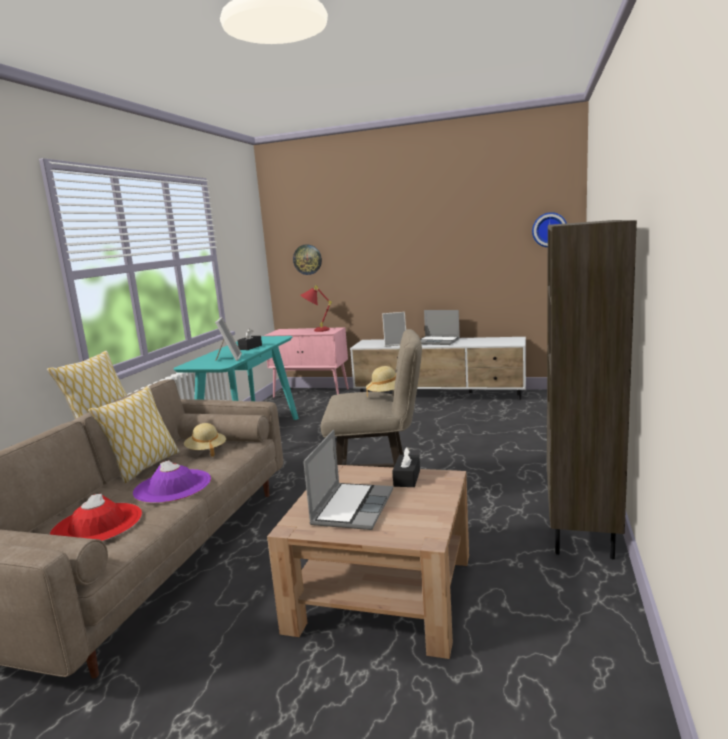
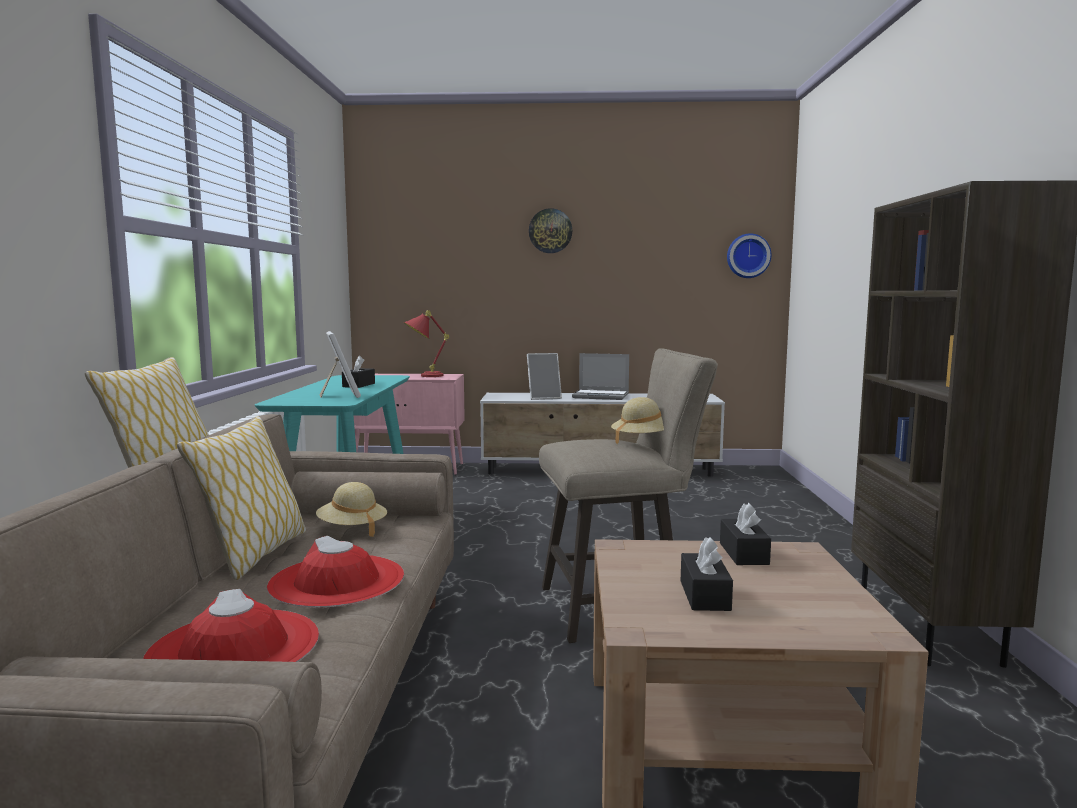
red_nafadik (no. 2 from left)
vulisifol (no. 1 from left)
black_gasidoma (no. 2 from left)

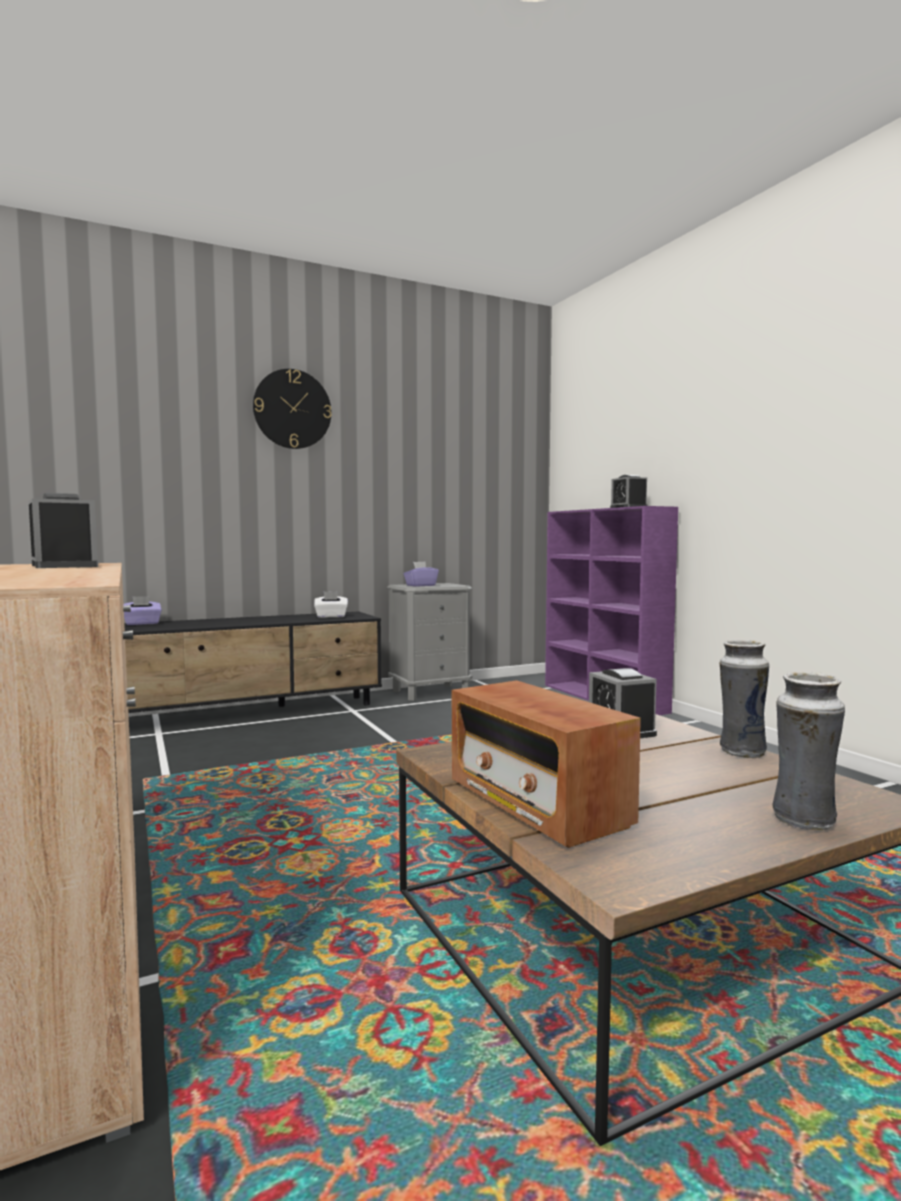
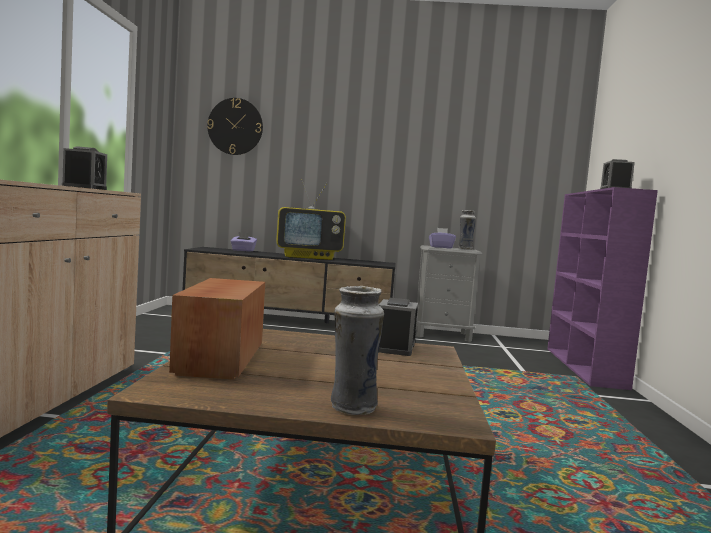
vulisifol
white_gasidoma
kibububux (no. 2 from left)
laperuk

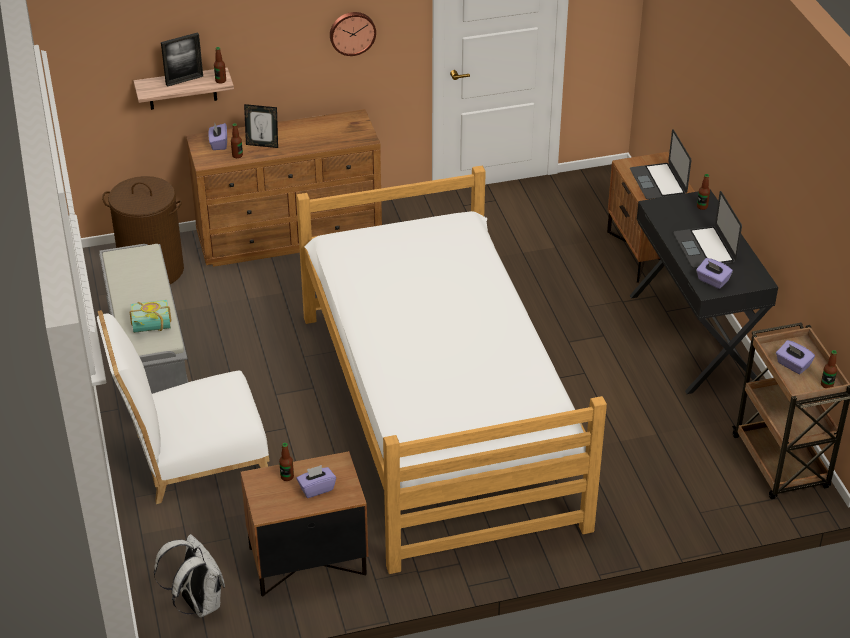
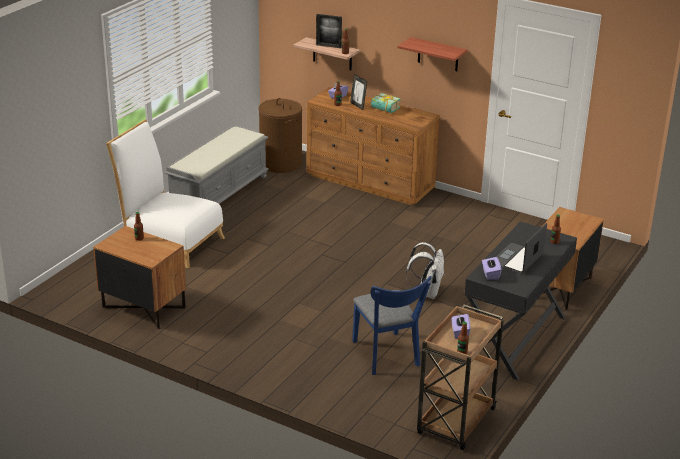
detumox
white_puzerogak
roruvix
purple_gasidoma (no. 2 from left in the first image)
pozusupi (no. 2 from left)
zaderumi (no. 1 from left in the first image)
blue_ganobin

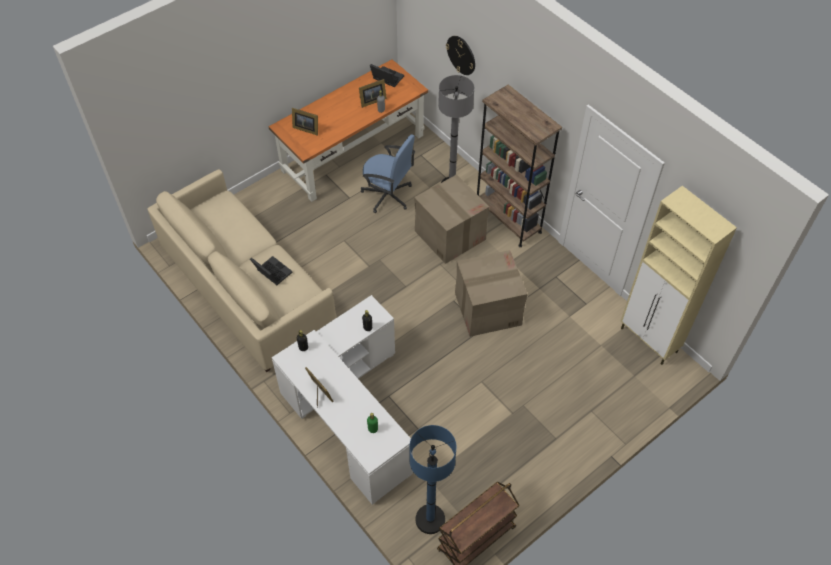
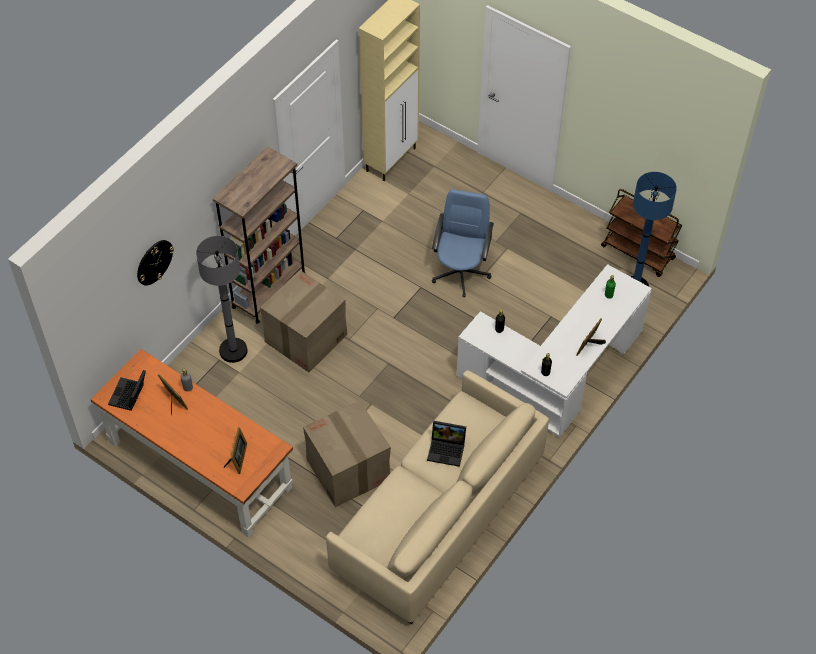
zaderumi (no. 2 from left)
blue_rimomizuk
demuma (no. 2 from left)

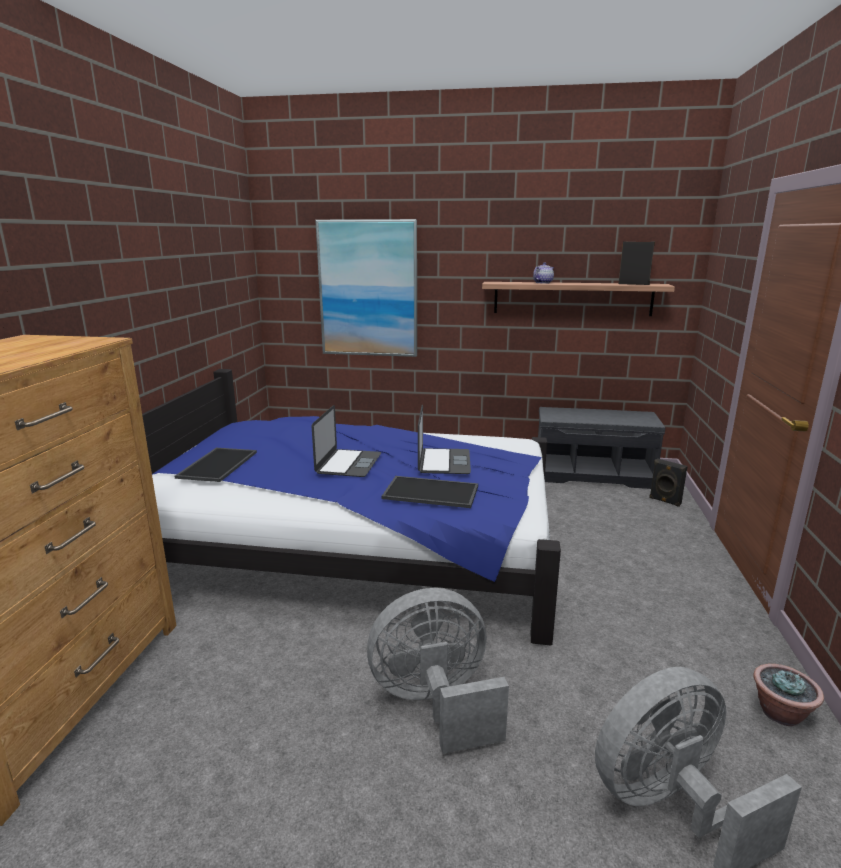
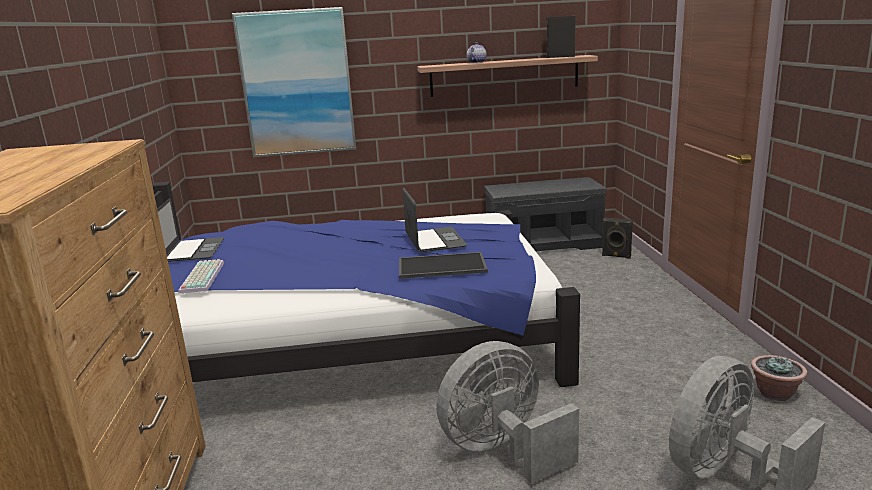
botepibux
zaderumi (no. 1 from left)

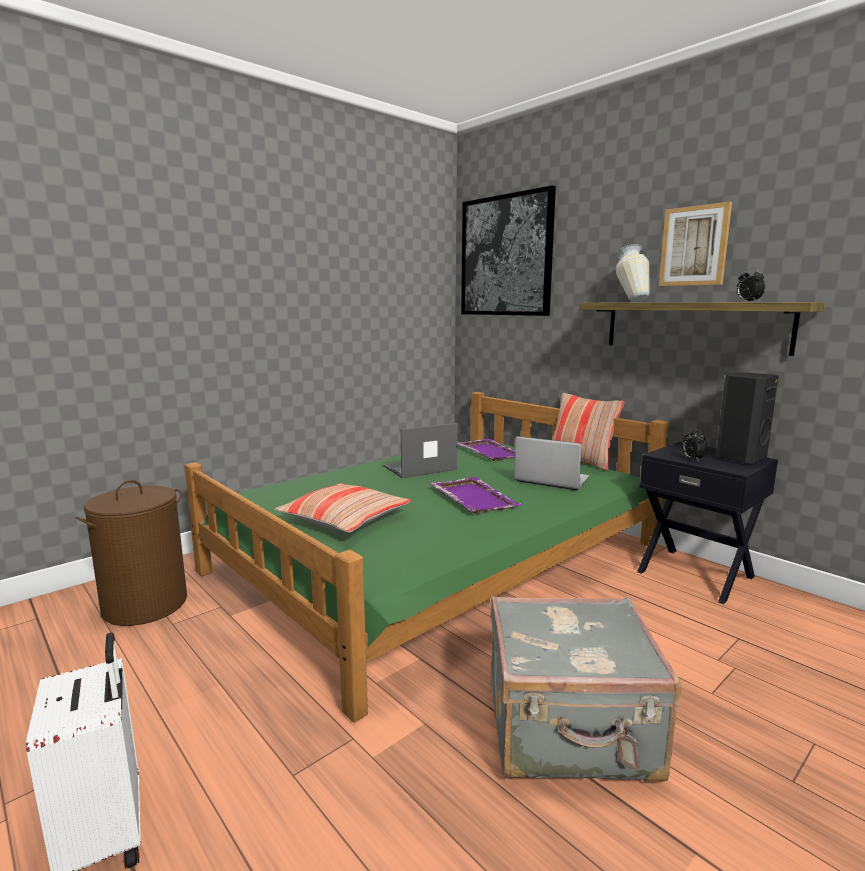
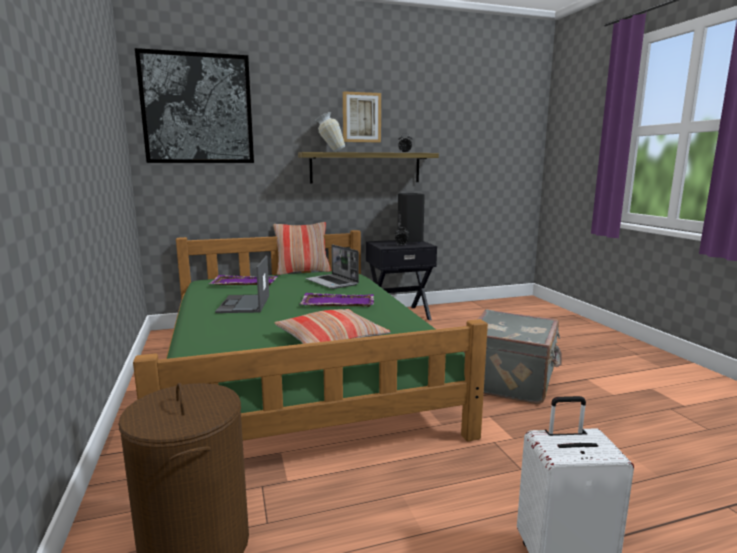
zaderumi (no. 2 from left)

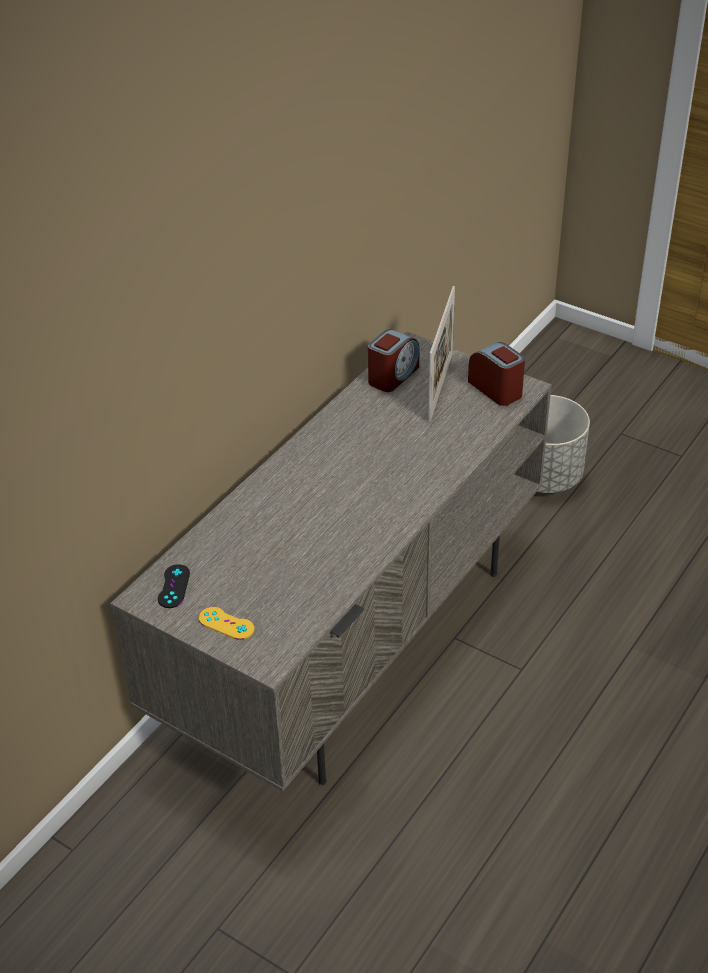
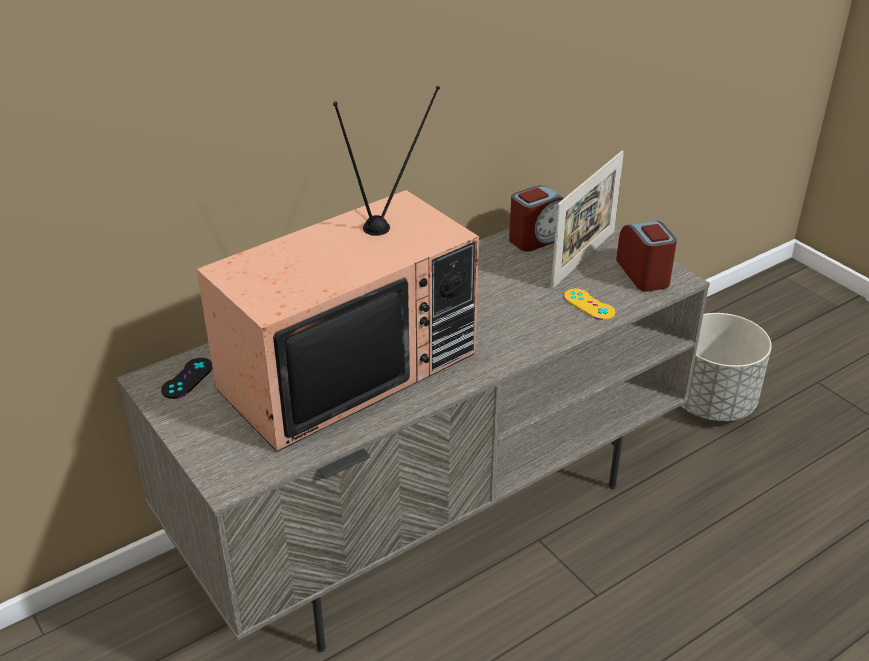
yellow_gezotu
laperuk

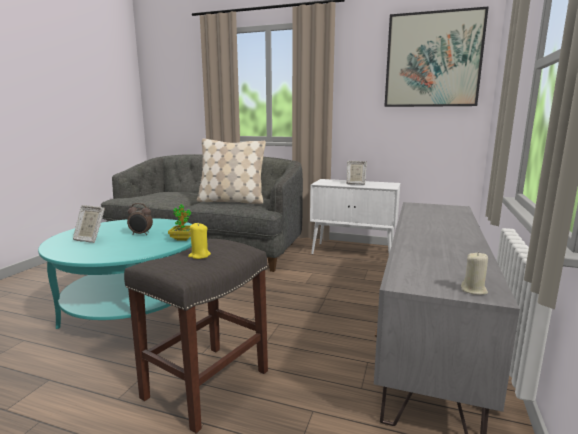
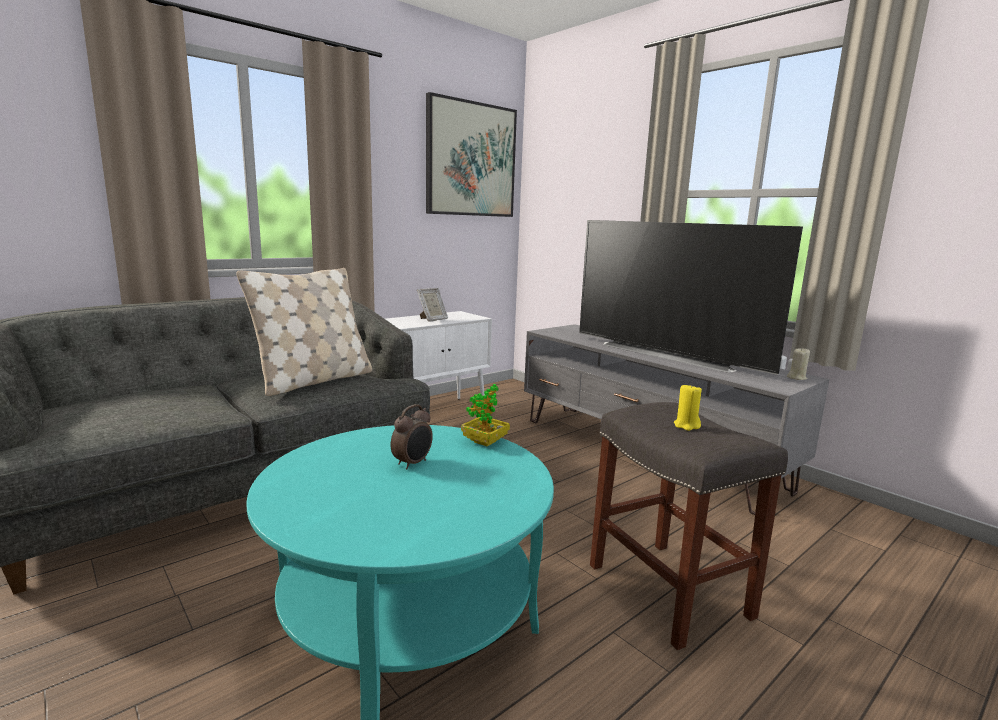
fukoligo (no. 1 from left in the first image)
laperuk

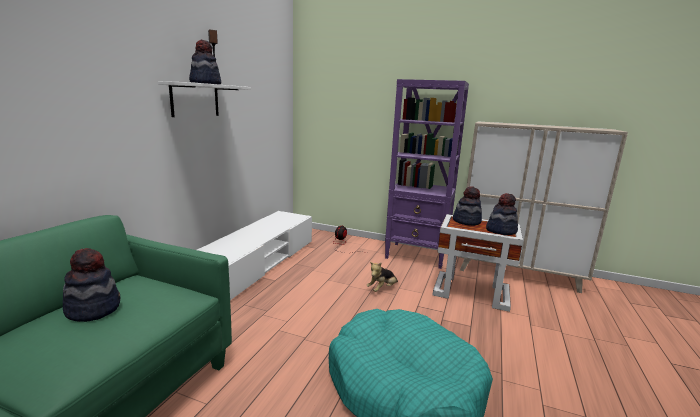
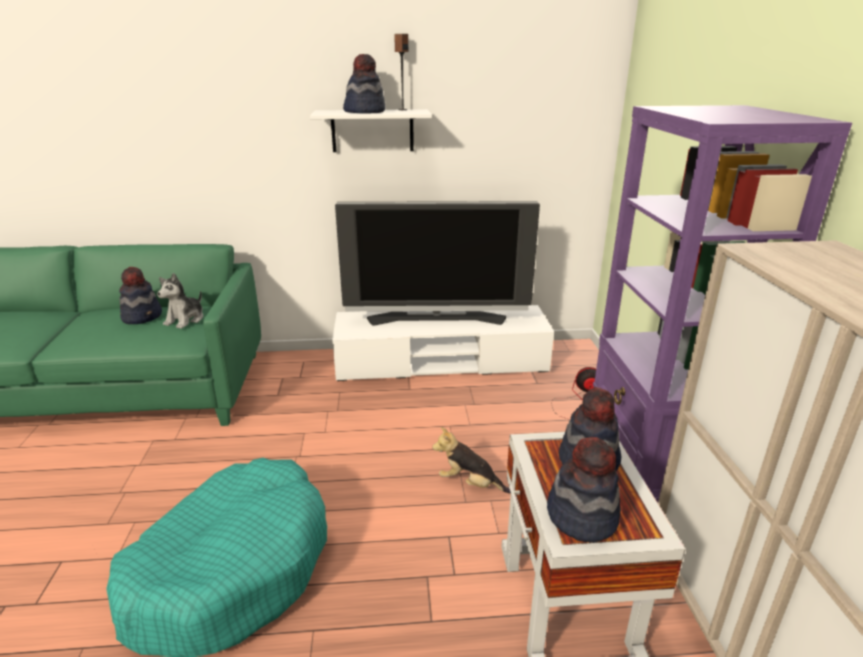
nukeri (no. 1 from left)
laperuk

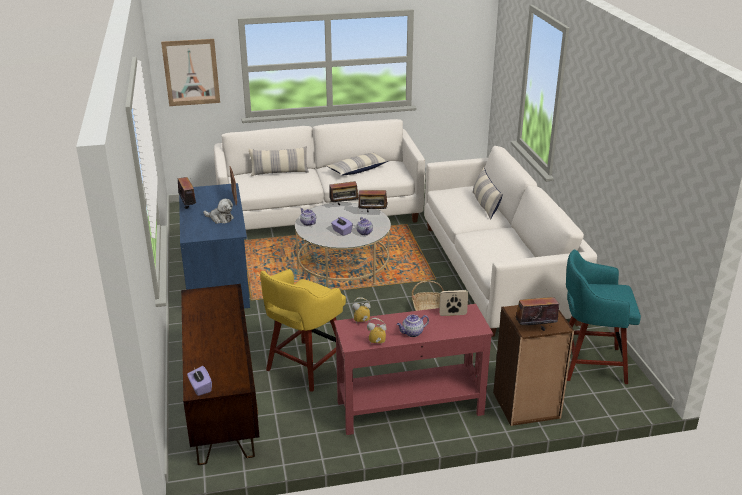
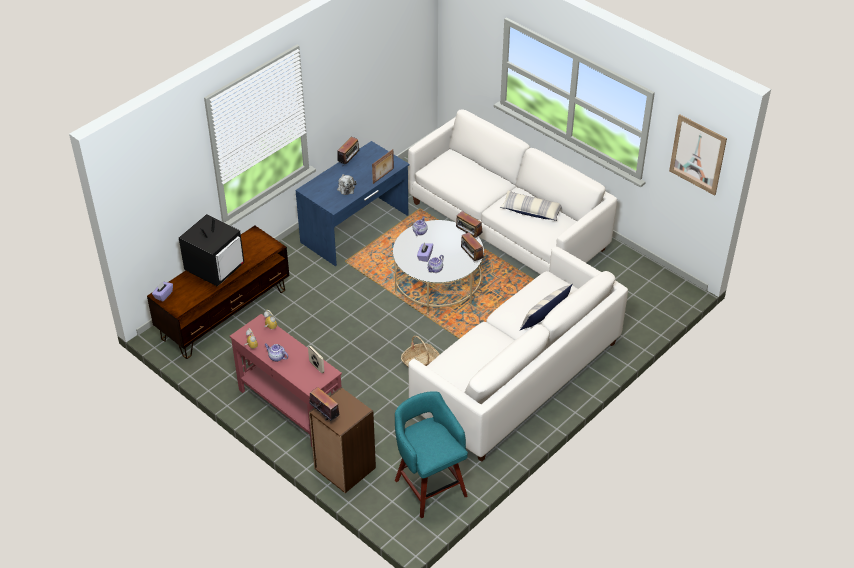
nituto
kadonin (no. 1 from left in the first image)
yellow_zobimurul
laperuk

